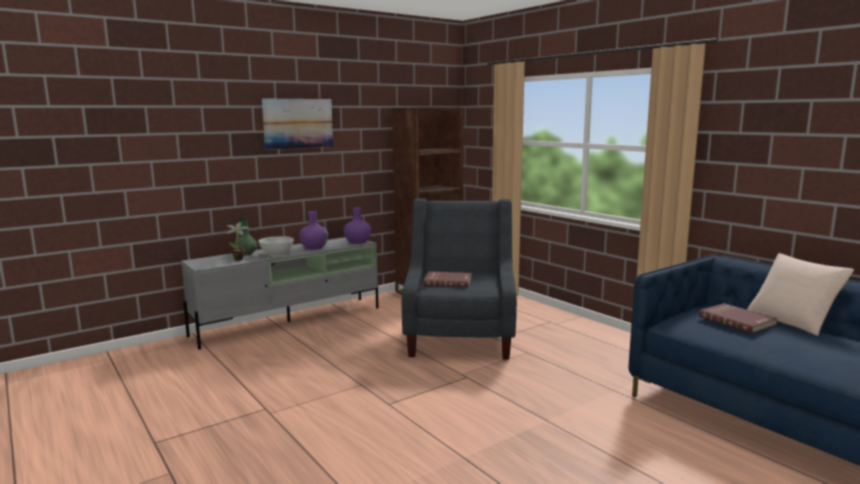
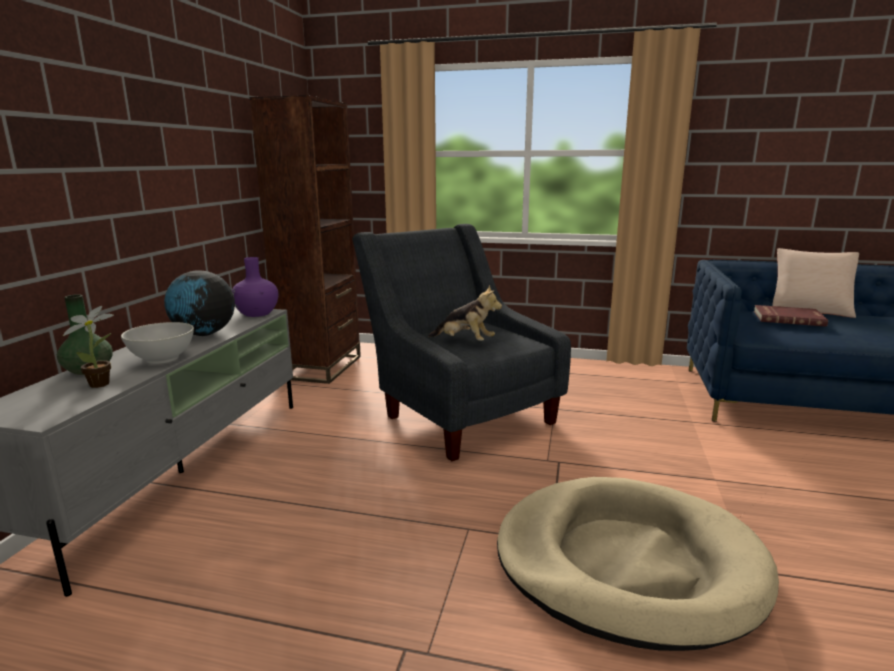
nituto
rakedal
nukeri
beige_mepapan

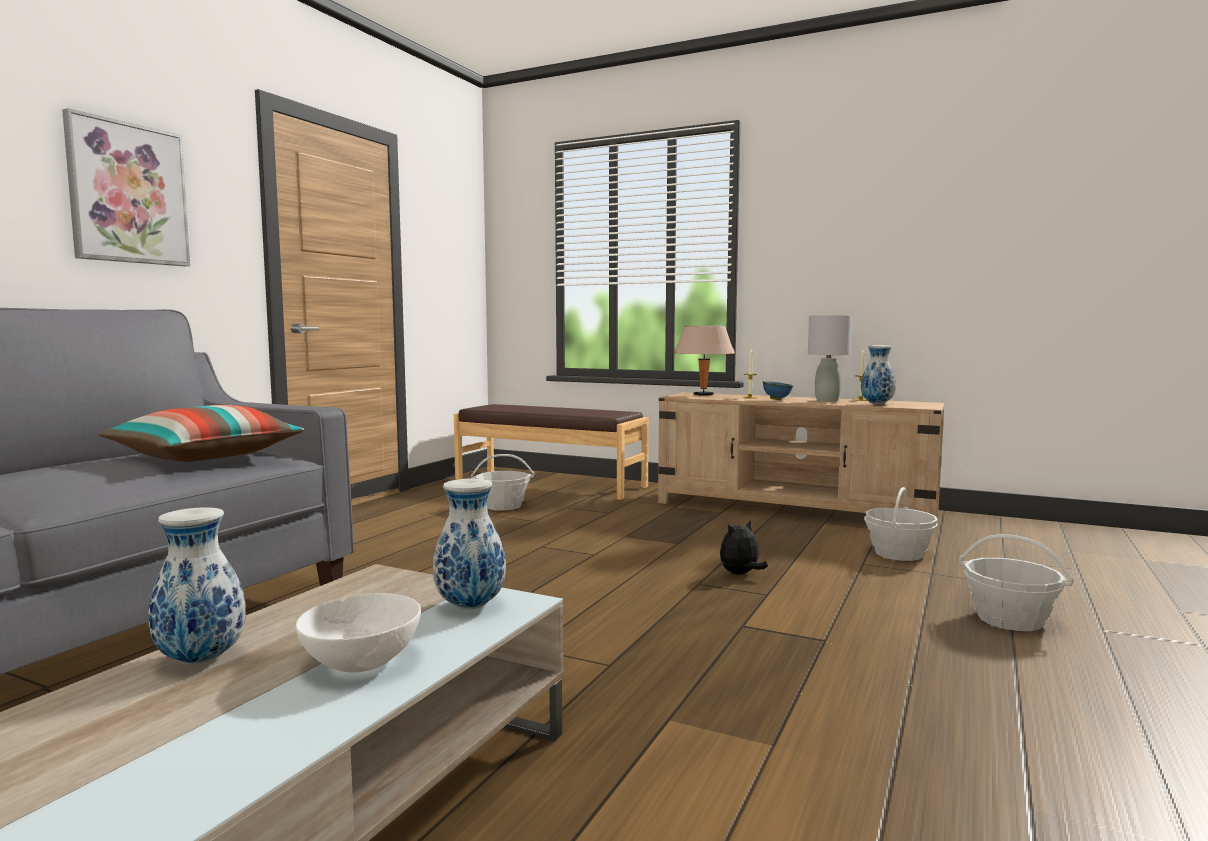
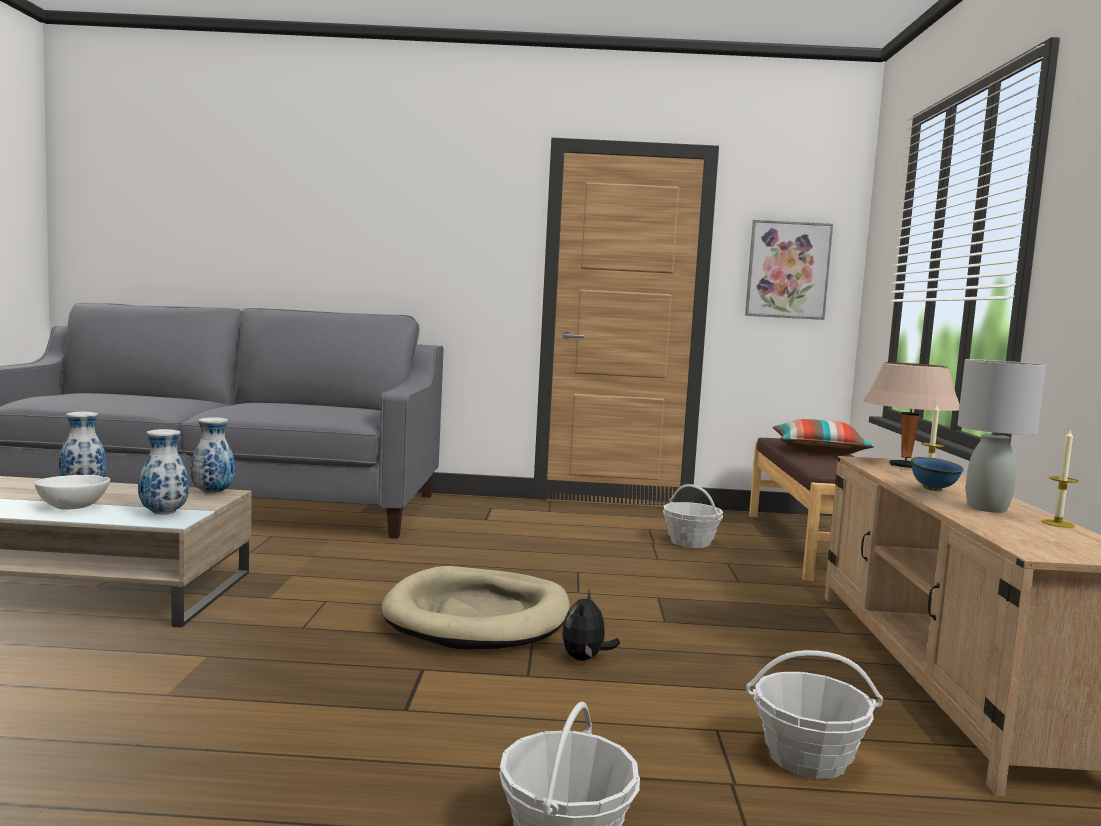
nituto
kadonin
nukeri
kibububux (no. 3 from left)
beige_mepapan

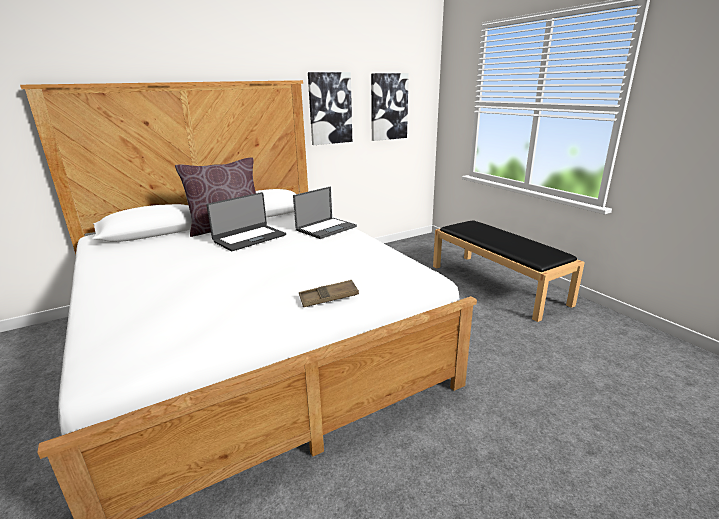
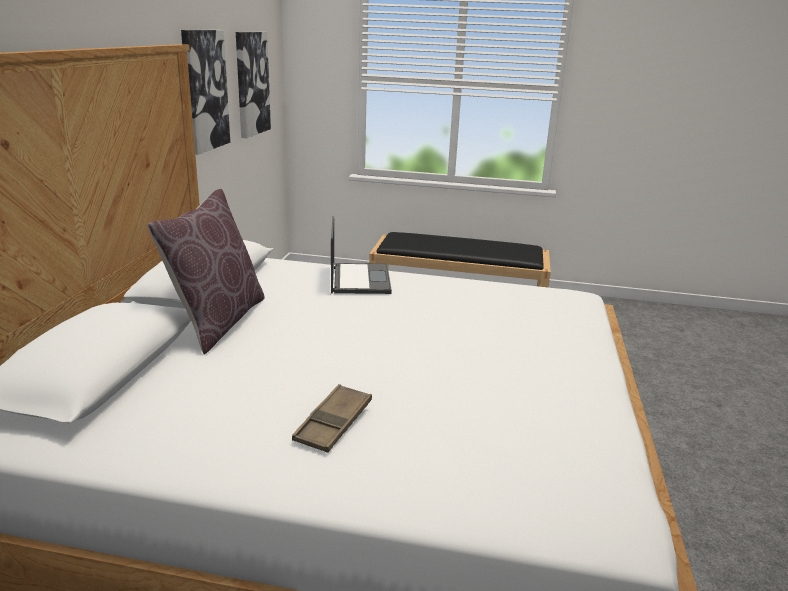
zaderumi (no. 1 from left in the first image)
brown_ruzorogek

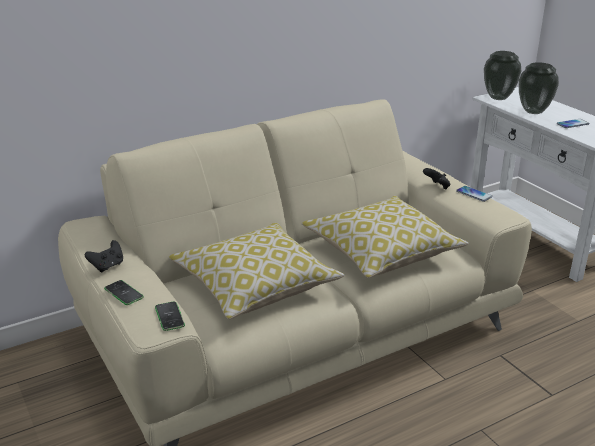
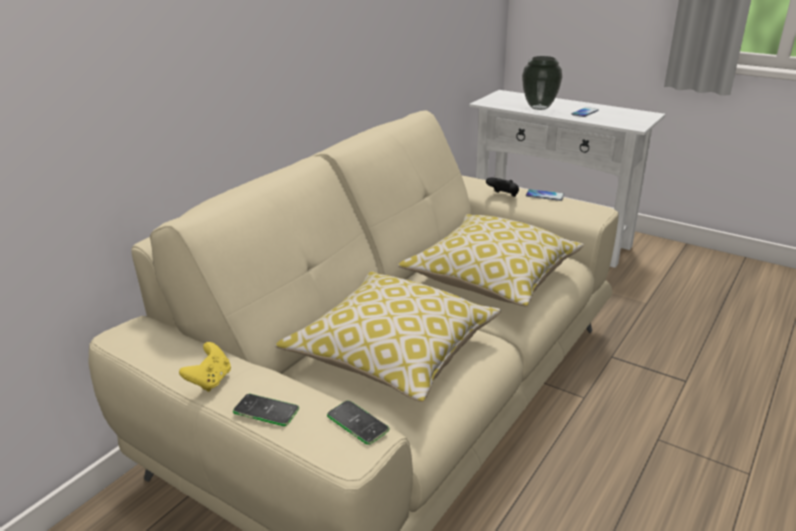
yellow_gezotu
kibububux (no. 1 from left in the first image)

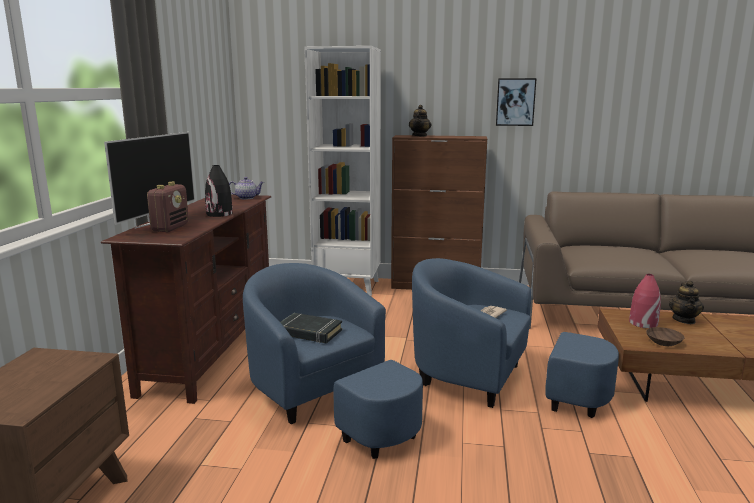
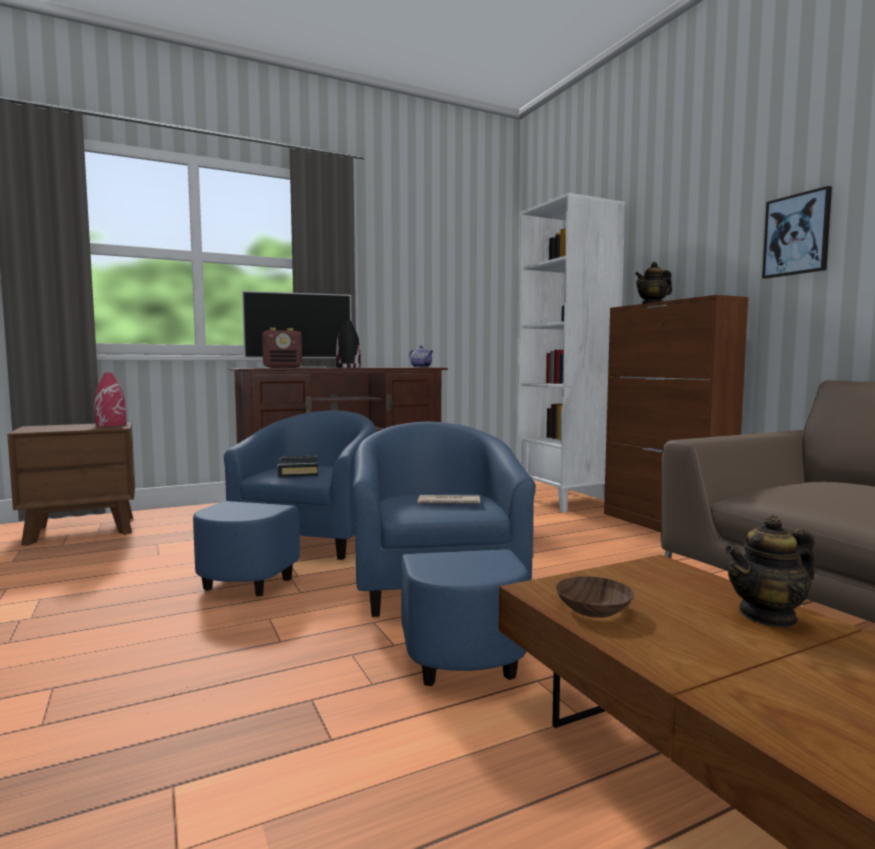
red_kibububux

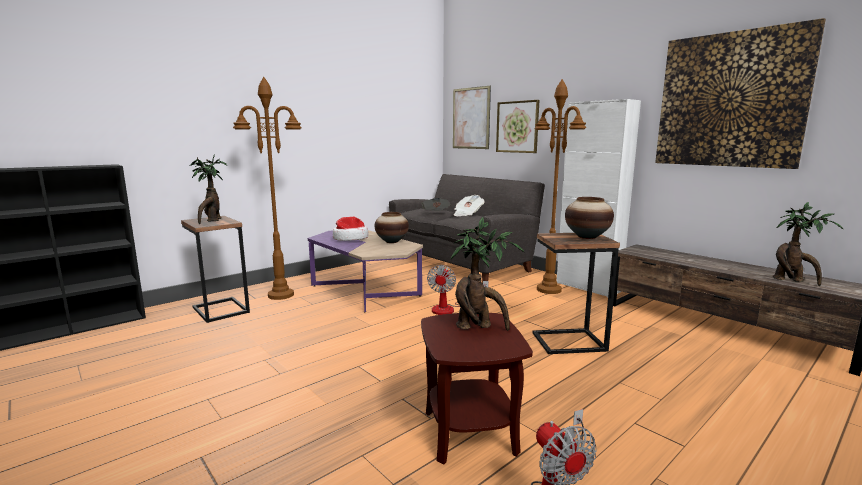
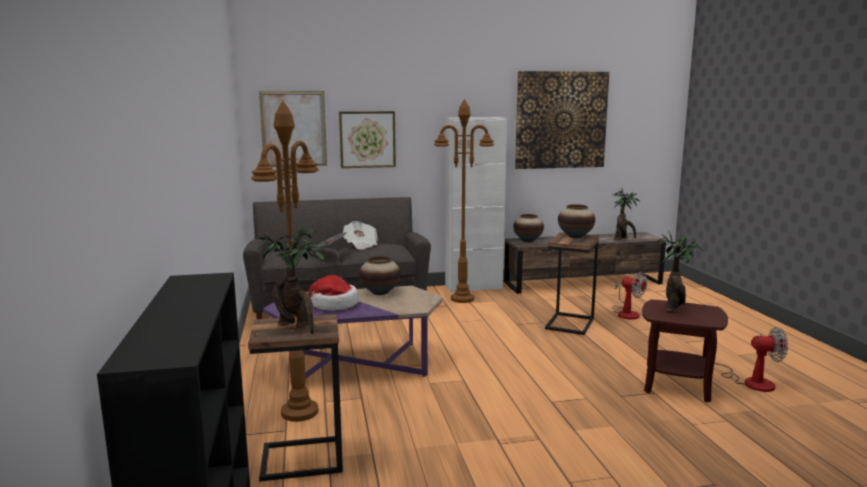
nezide (no. 1 from left)
kibububux (no. 2 from left)

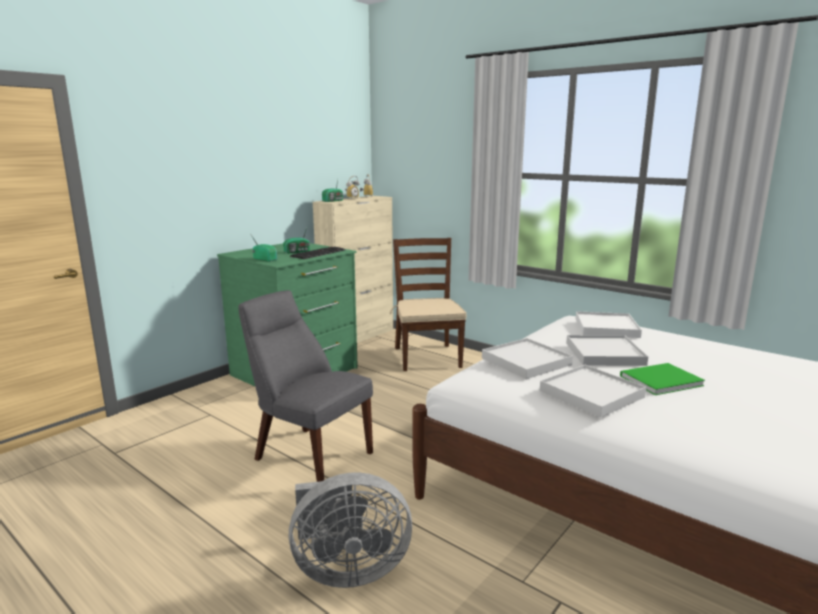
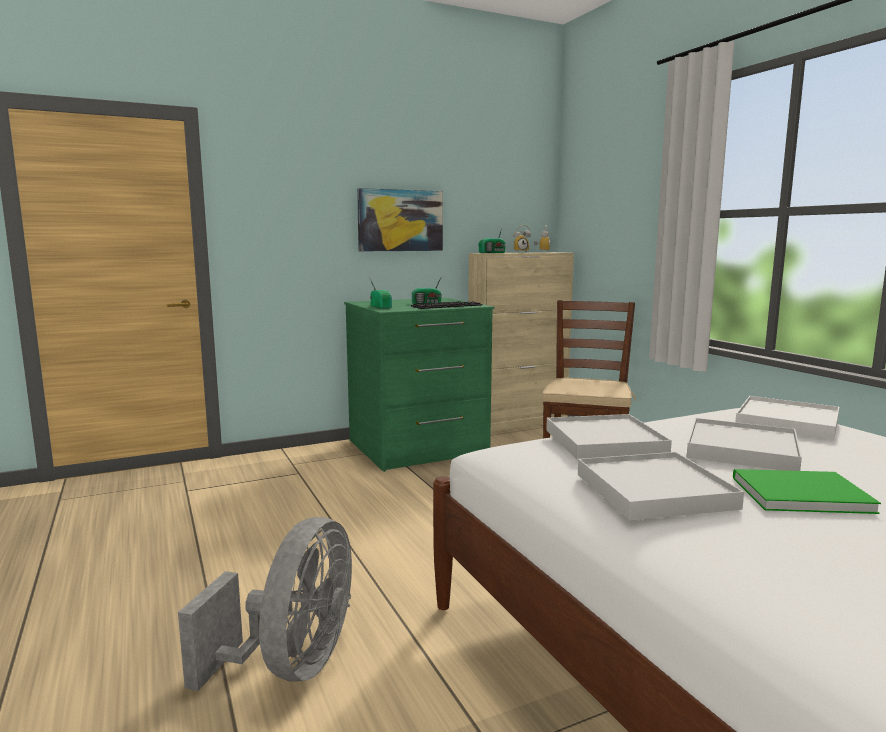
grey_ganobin
grey_nezide
nituto

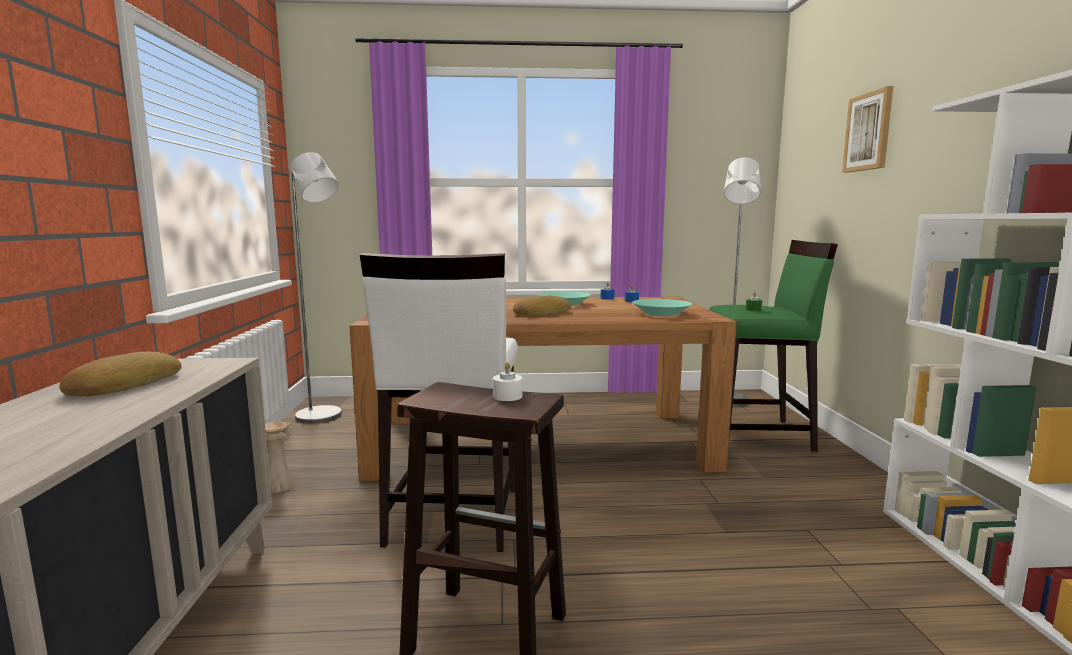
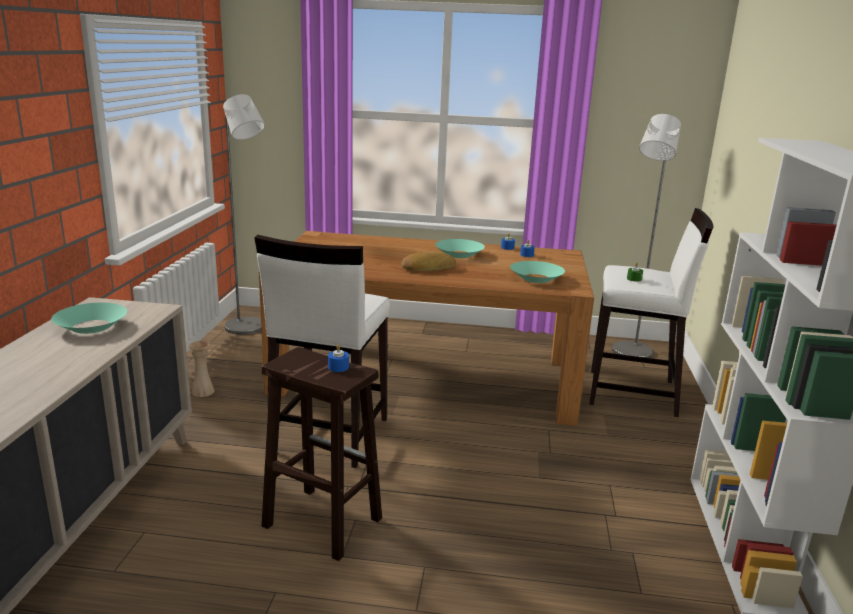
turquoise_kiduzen (no. 1 from left)
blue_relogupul (no. 1 from left)
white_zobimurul (no. 2 from left)
nituto

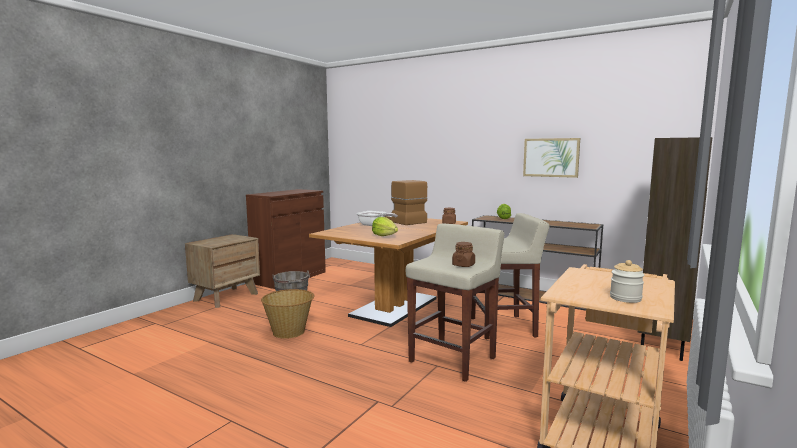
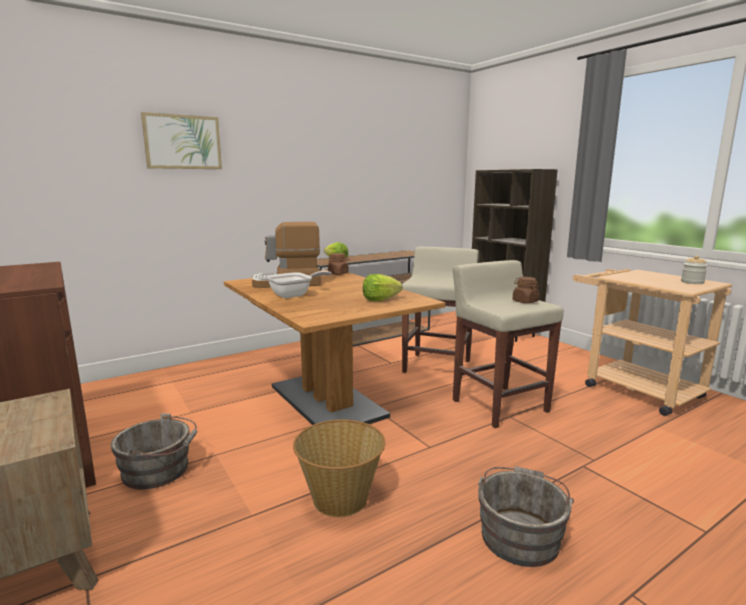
nituto
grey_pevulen (no. 2 from left)

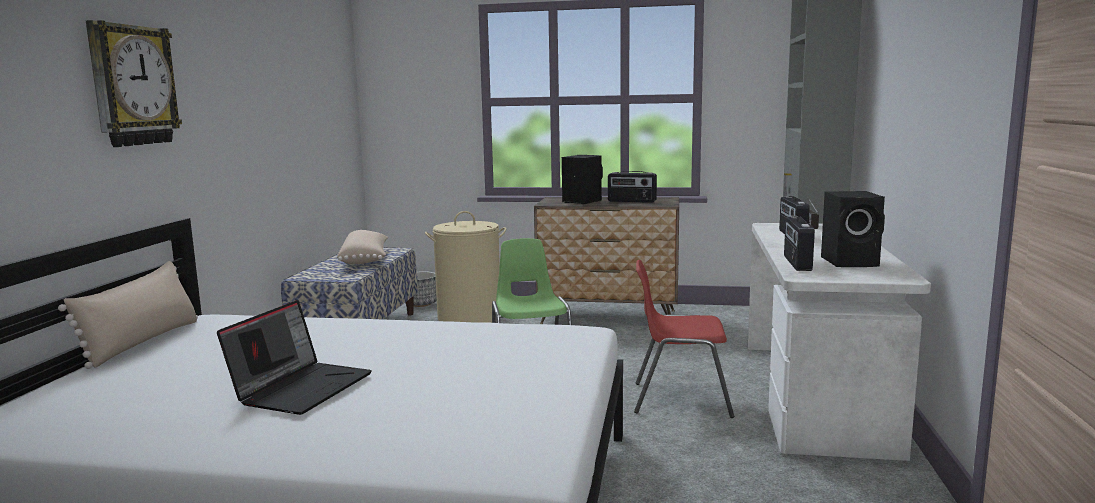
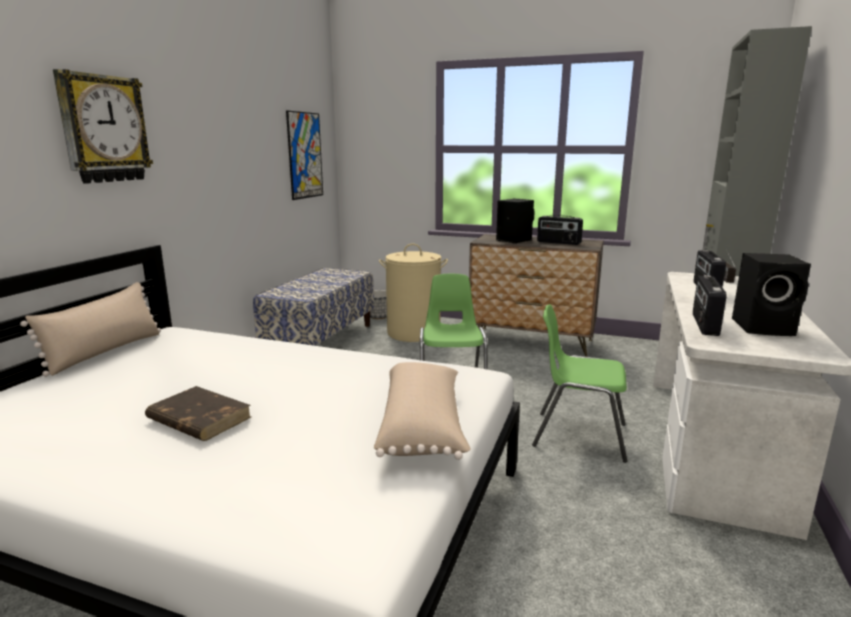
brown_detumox
beige_kadonin (no. 2 from left)
green_ganobin (no. 2 from left)
nituto

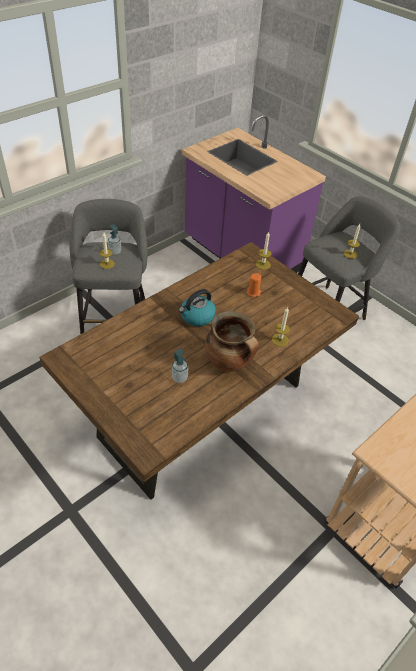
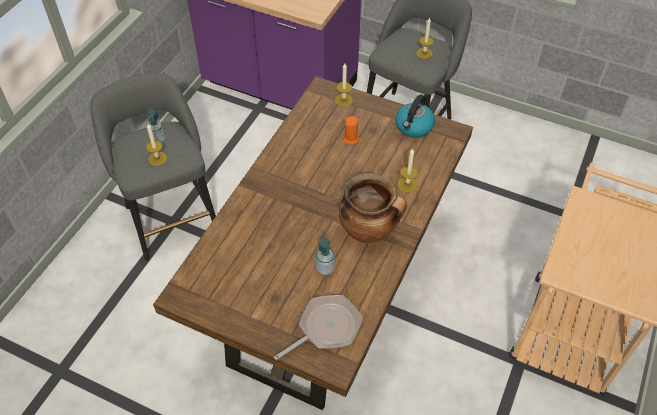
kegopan
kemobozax

